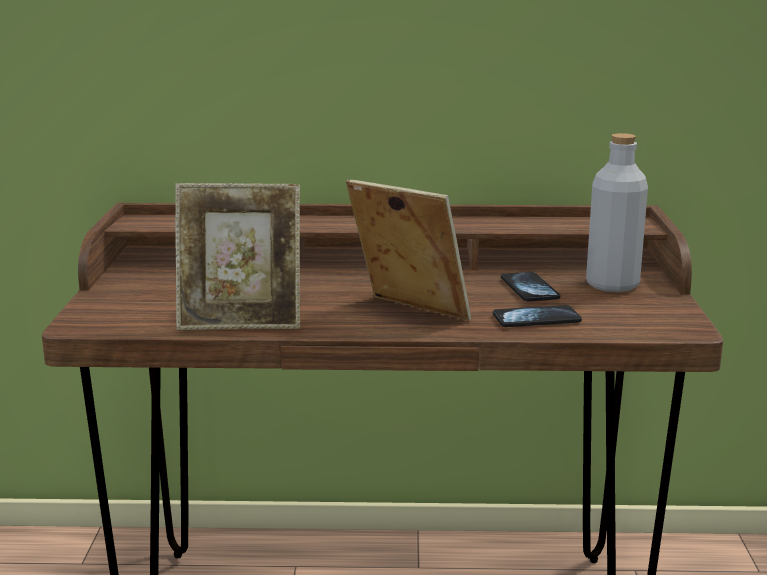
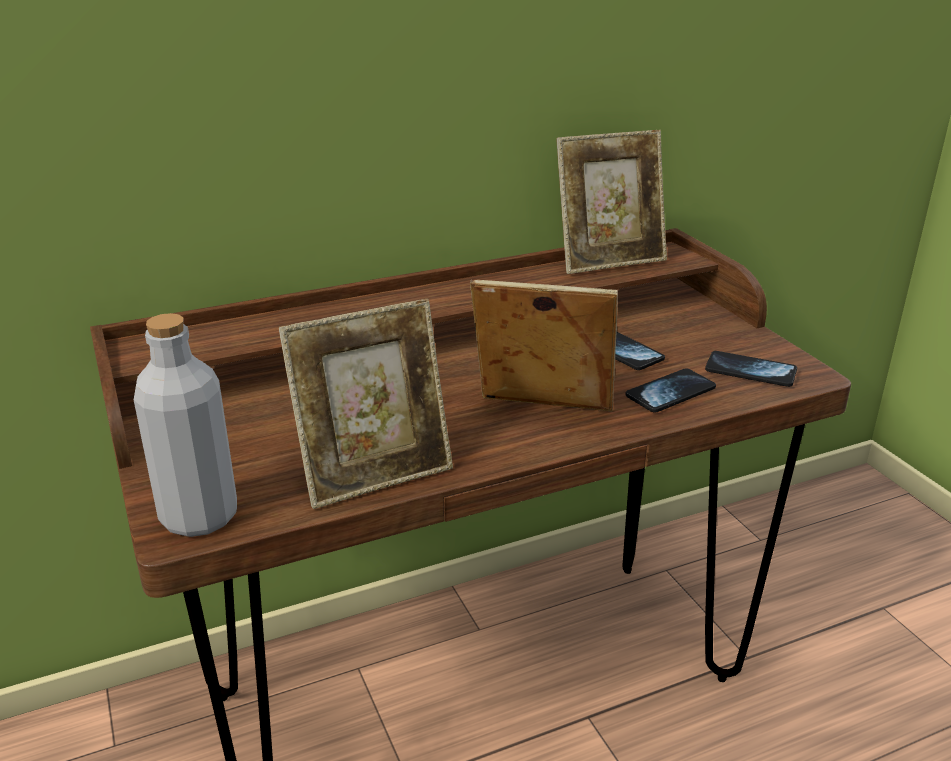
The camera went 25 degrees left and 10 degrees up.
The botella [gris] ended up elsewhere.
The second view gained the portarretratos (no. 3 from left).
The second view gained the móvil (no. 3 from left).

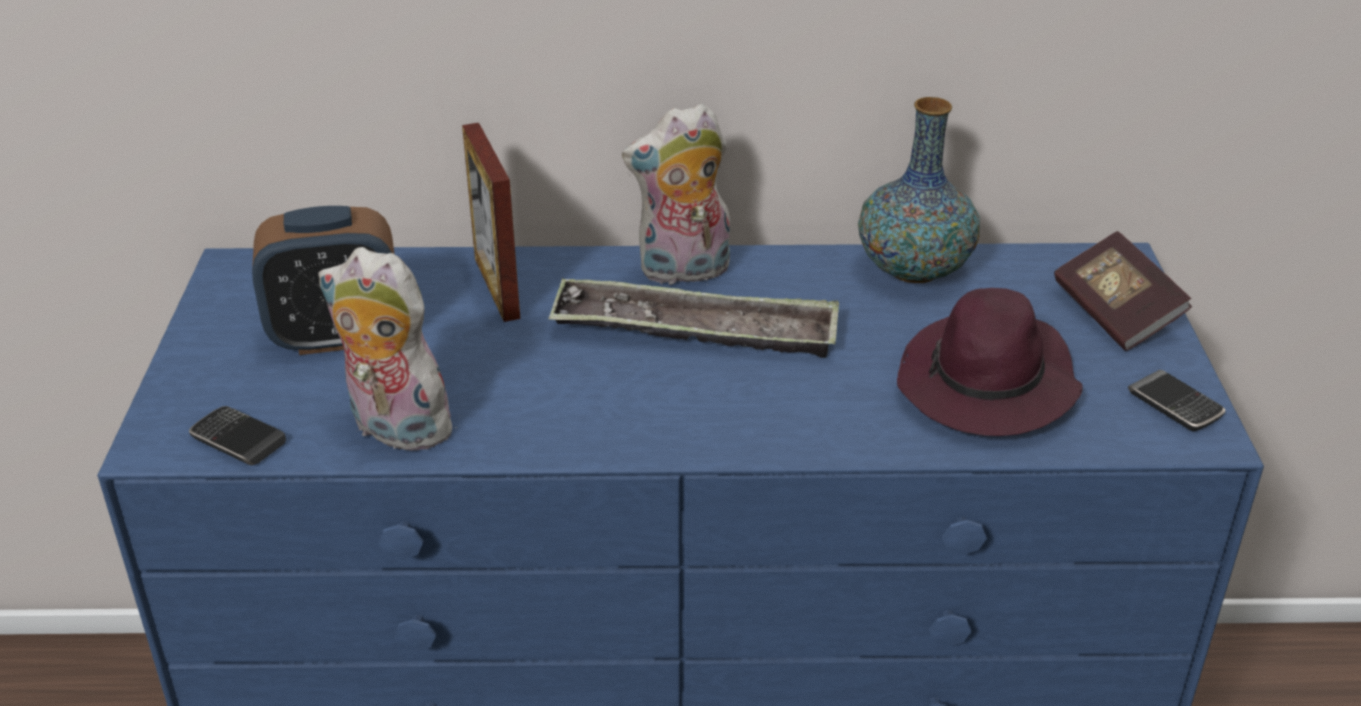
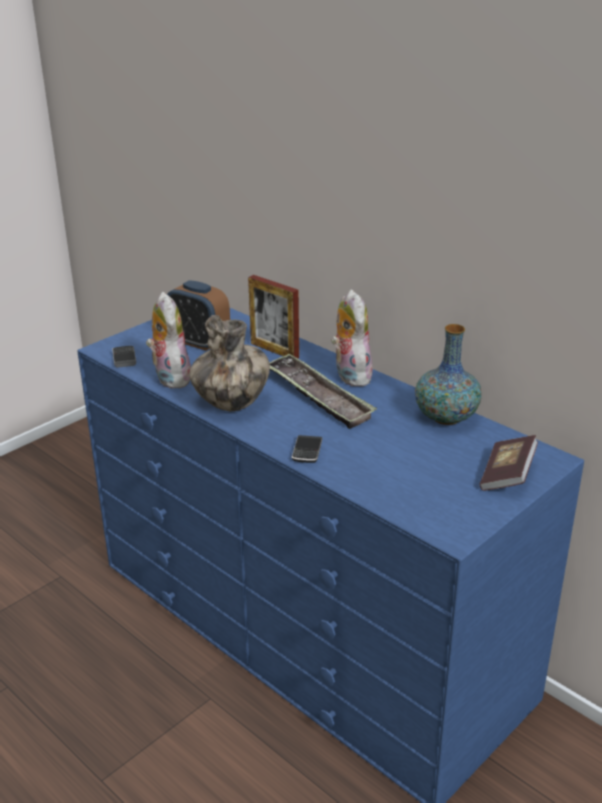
The camera went 45 degrees right and 5 degrees down.
The peluche (no. 2 from left) ended up facing another way, 45 degrees clockwise from before.
The portarretratos ended up facing another way, 75 degrees counterclockwise from before.
The second view lost the sombrero [morado].
The móvil (no. 2 from left) ended up elsewhere.
The second view gained the florero (no. 1 from left).

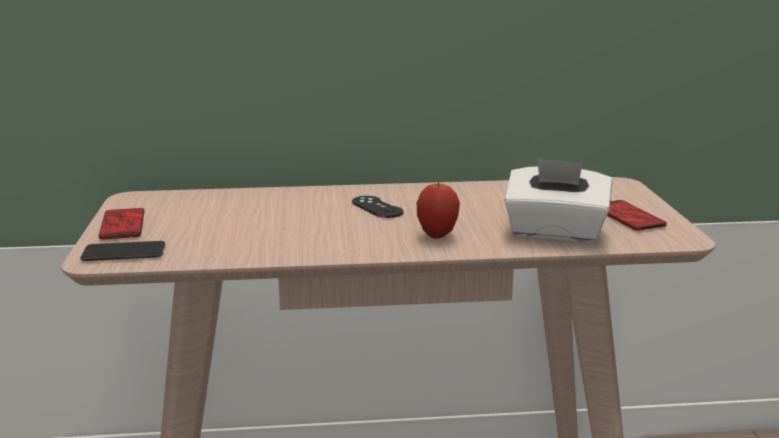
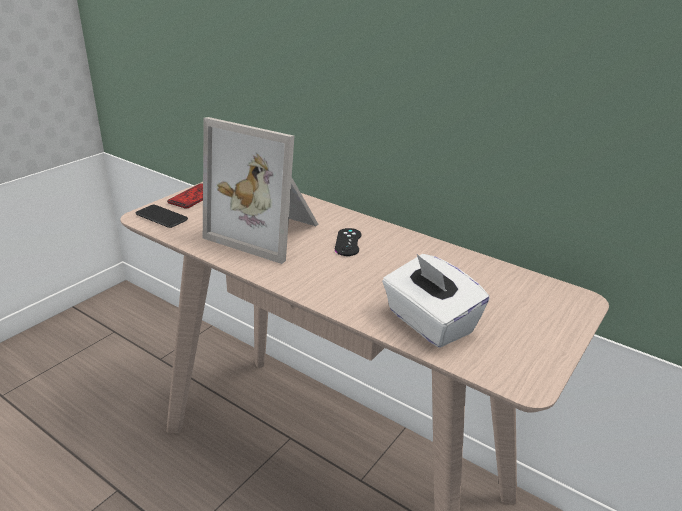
The camera went 40 degrees right and 10 degrees up.
The second view lost the manzana.
The second view lost the móvil (no. 3 from left).
The second view gained the portarretratos.

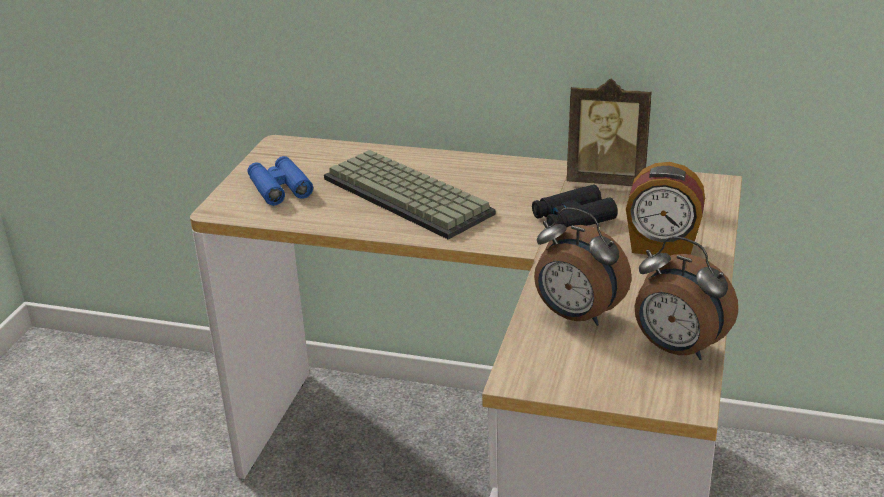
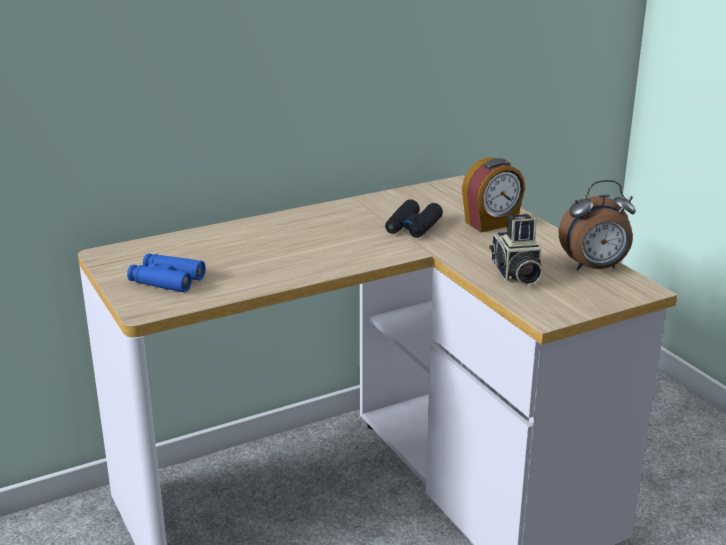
The camera went 45 degrees left and 5 degrees down.
The second view lost the portarretratos.
The second view lost the teclado.
Where the despertador (no. 1 from left) stood, the cámara came to stand.

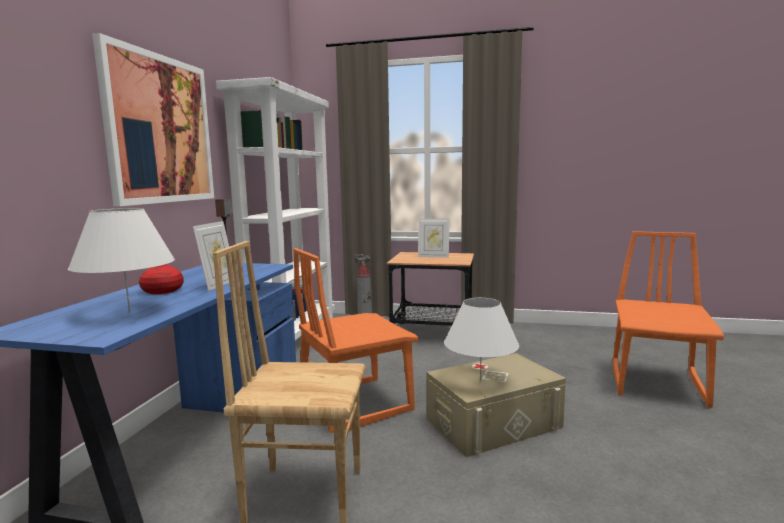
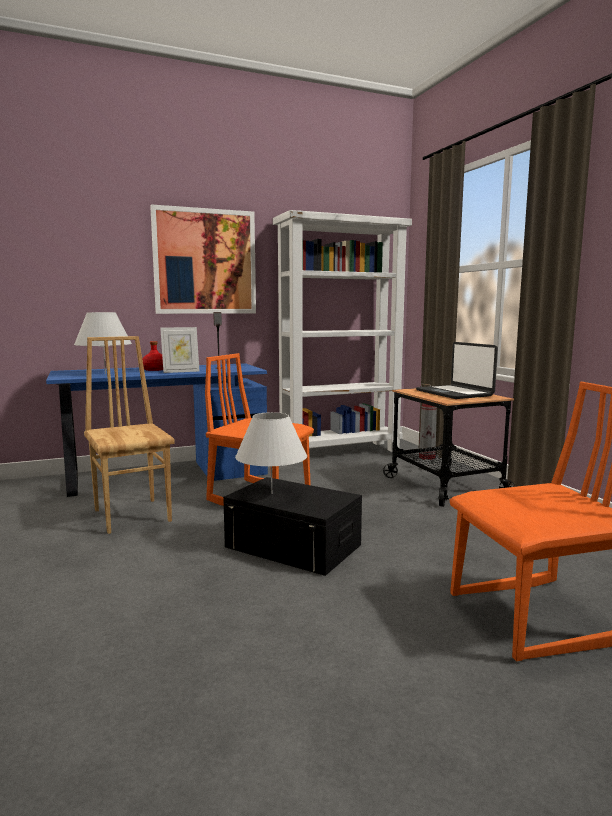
The camera went 55 degrees right and 0 degrees up.
Where the portarretratos (no. 2 from left) stood, the portátil came to stand.
What was the caja de almacenaje [beis] turned into the caja de almacenaje [negro].

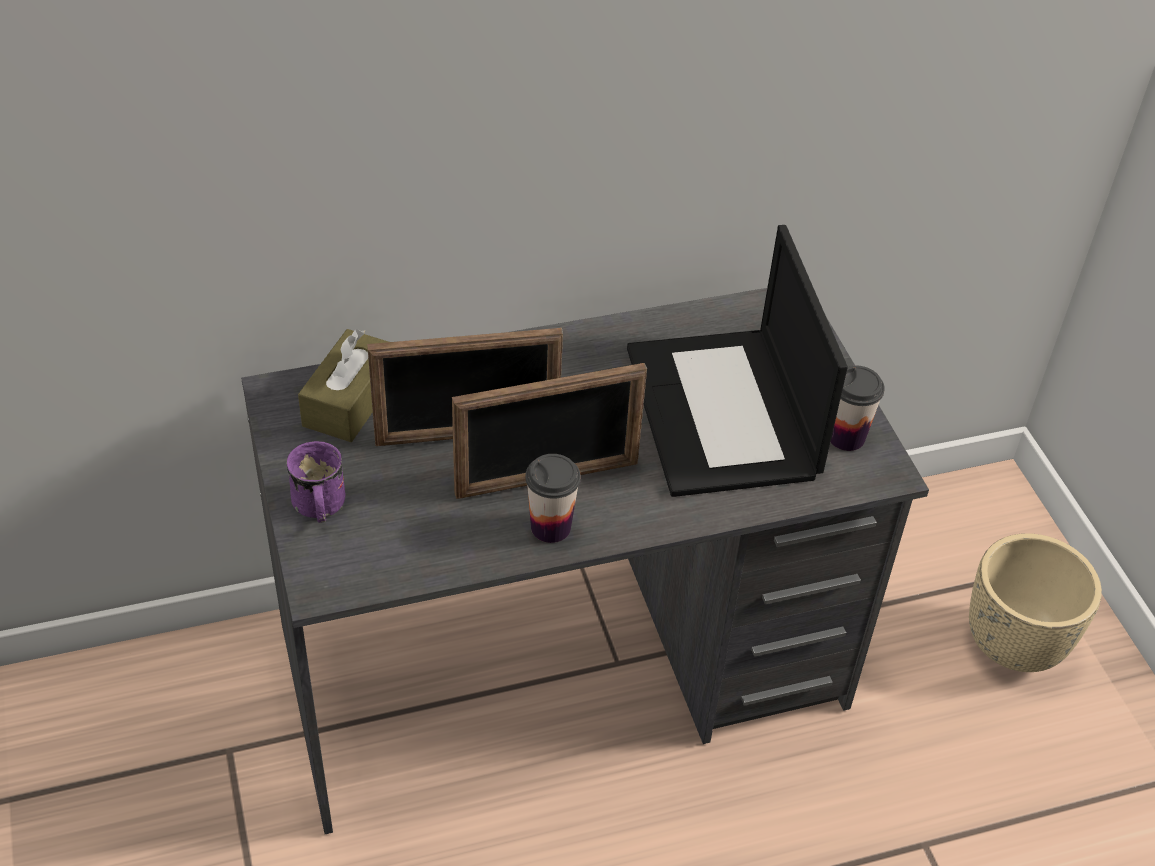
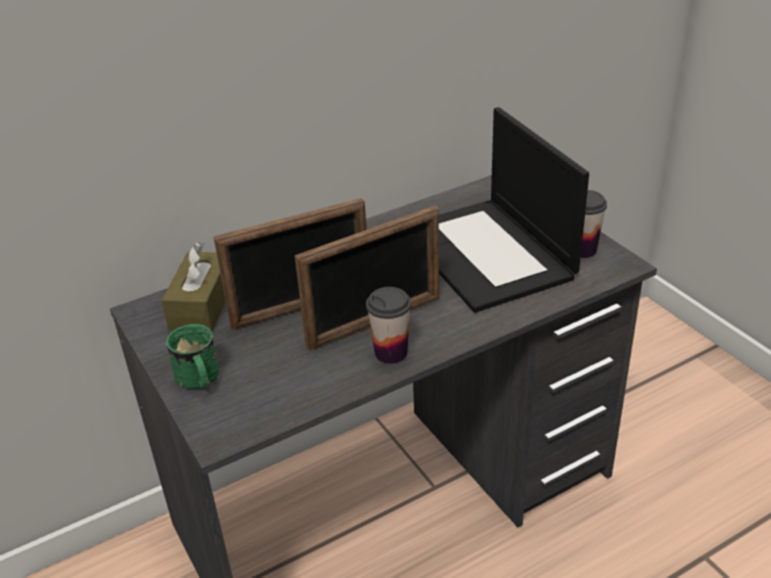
The camera went 10 degrees left and 10 degrees down.
What was the taza grande [morado] turned into the taza grande [verde].
The second view lost the maceta [beis].

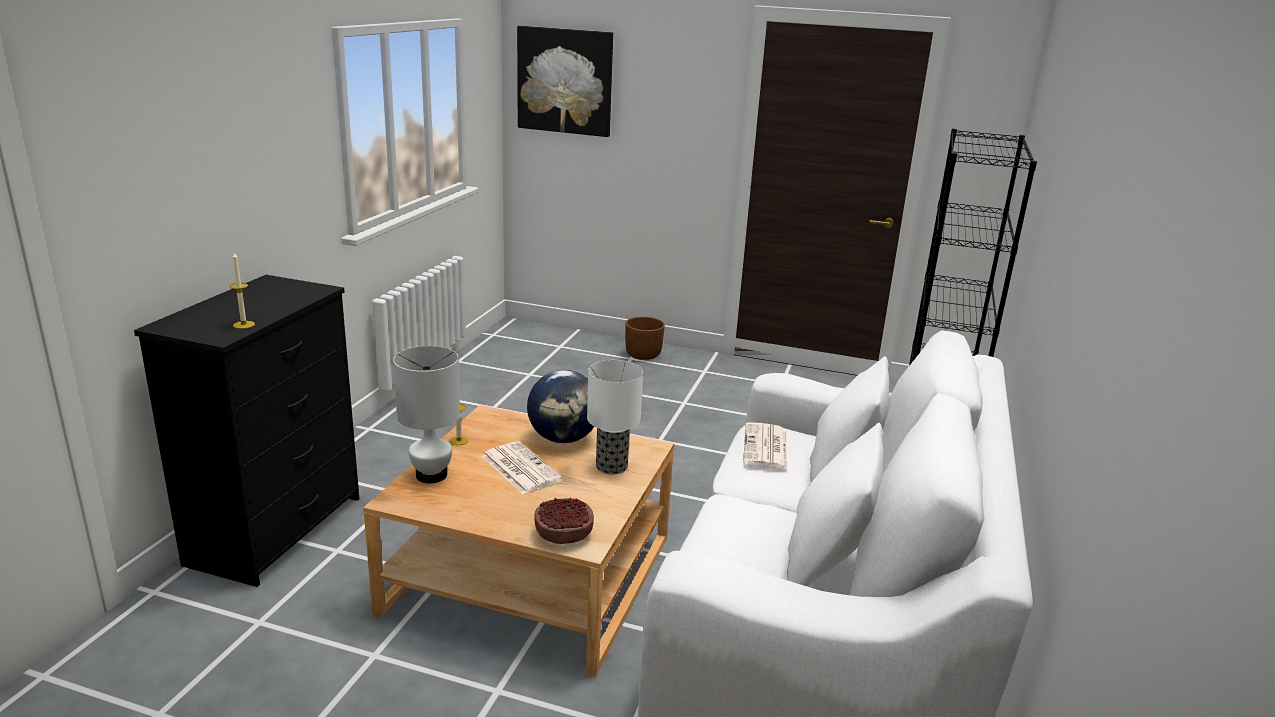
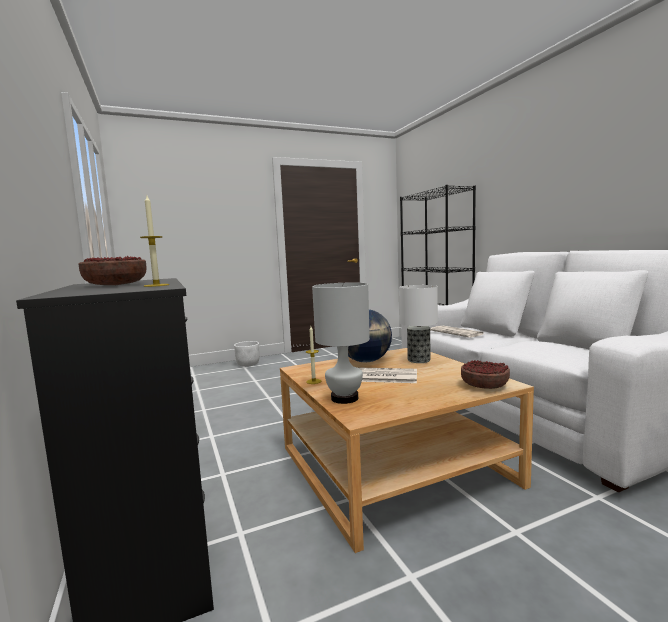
The camera went 40 degrees left and 15 degrees down.
The second view lost the cuadro.
What was the maceta [marrón] turned into the maceta [blanco].
The second view gained the cuenco (no. 1 from left).

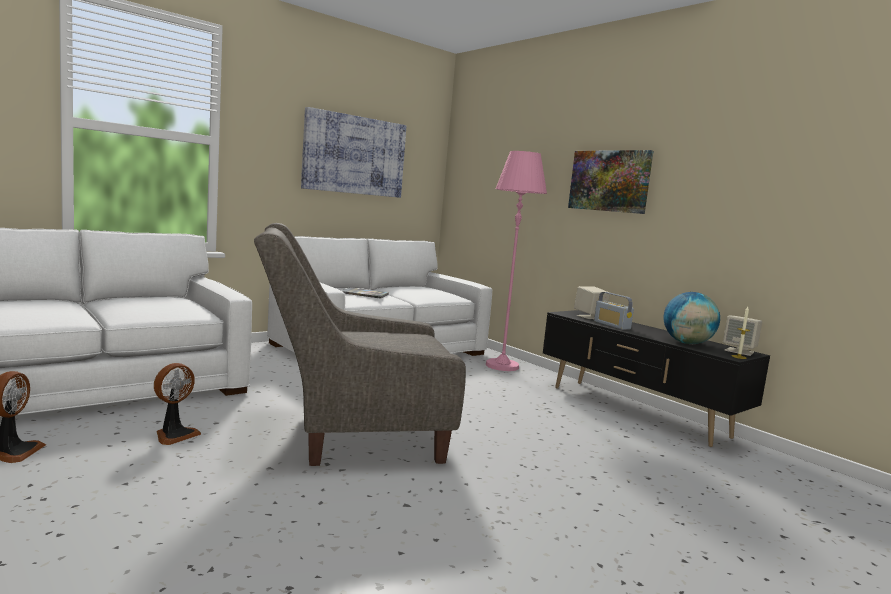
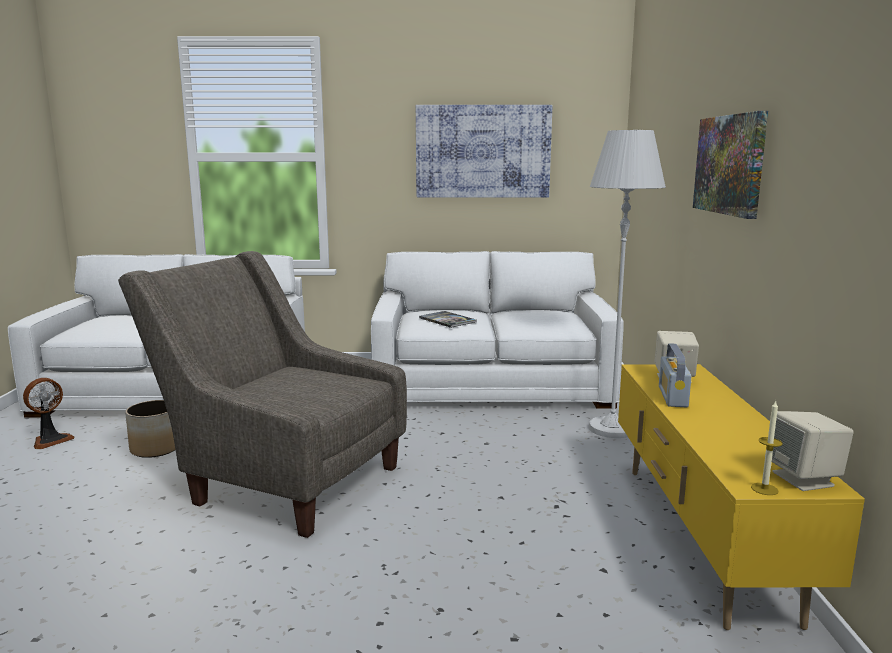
The camera went 40 degrees right and 5 degrees up.
What was the lámpara de pie [rosa] turned into the lámpara de pie [blanco].
The second view lost the globo terráqueo.
What was the mueble de televisión [negro] turned into the mueble de televisión [amarillo].
Where the ventilador (no. 2 from left) stood, the maceta came to stand.

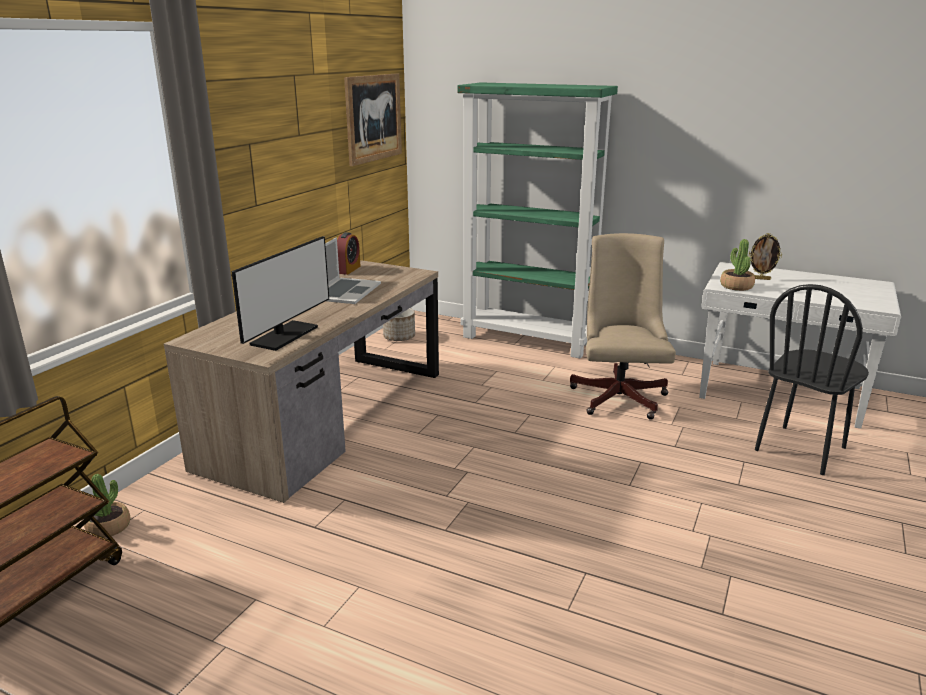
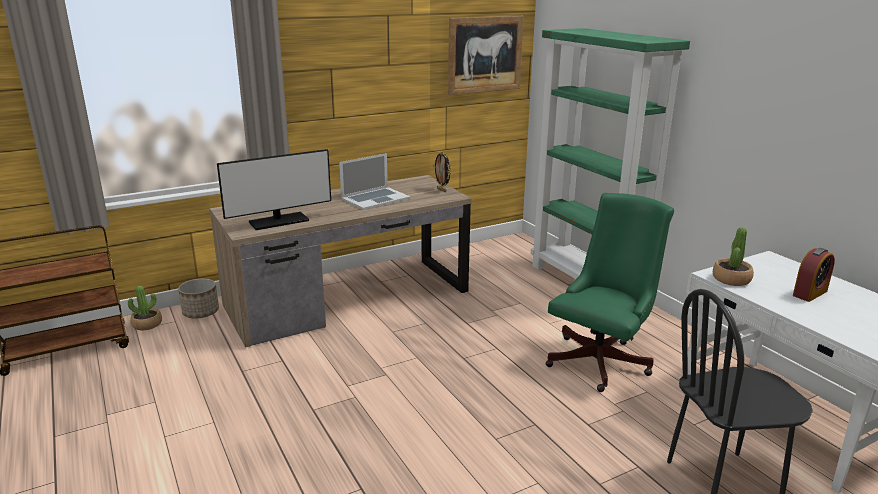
The camera went 35 degrees right and 0 degrees up.
The despertador ended up elsewhere.
What was the silla de oficina [beis] turned into the silla de oficina [verde].
The portarretratos ended up elsewhere.
The maceta ended up elsewhere.

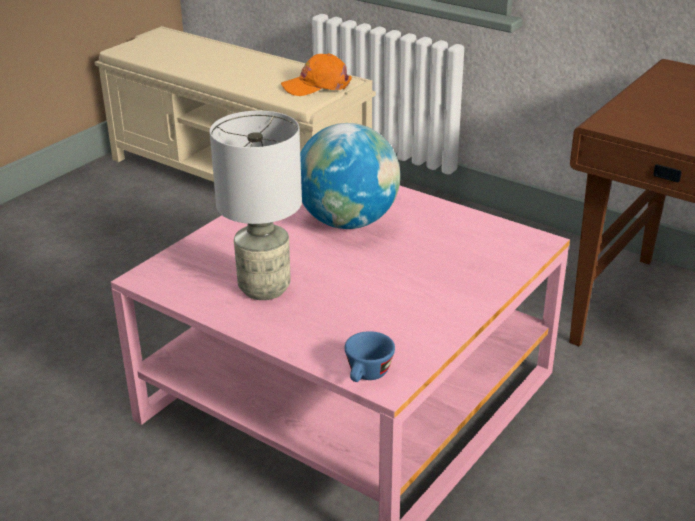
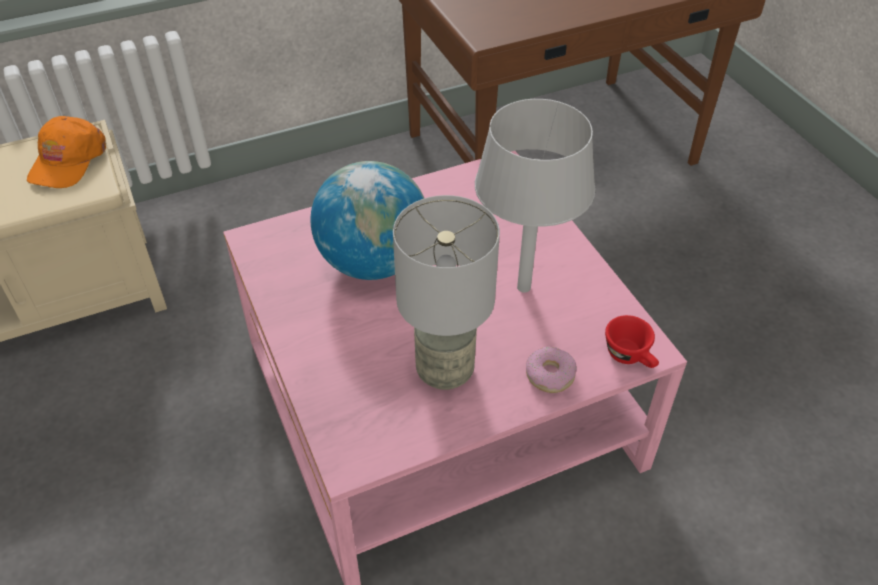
The camera went 60 degrees left and 15 degrees up.
What was the taza [azul] turned into the taza [rojo].
The second view gained the lámpara de mesa [gris] (no. 2 from left).
The second view gained the rosquilla.

